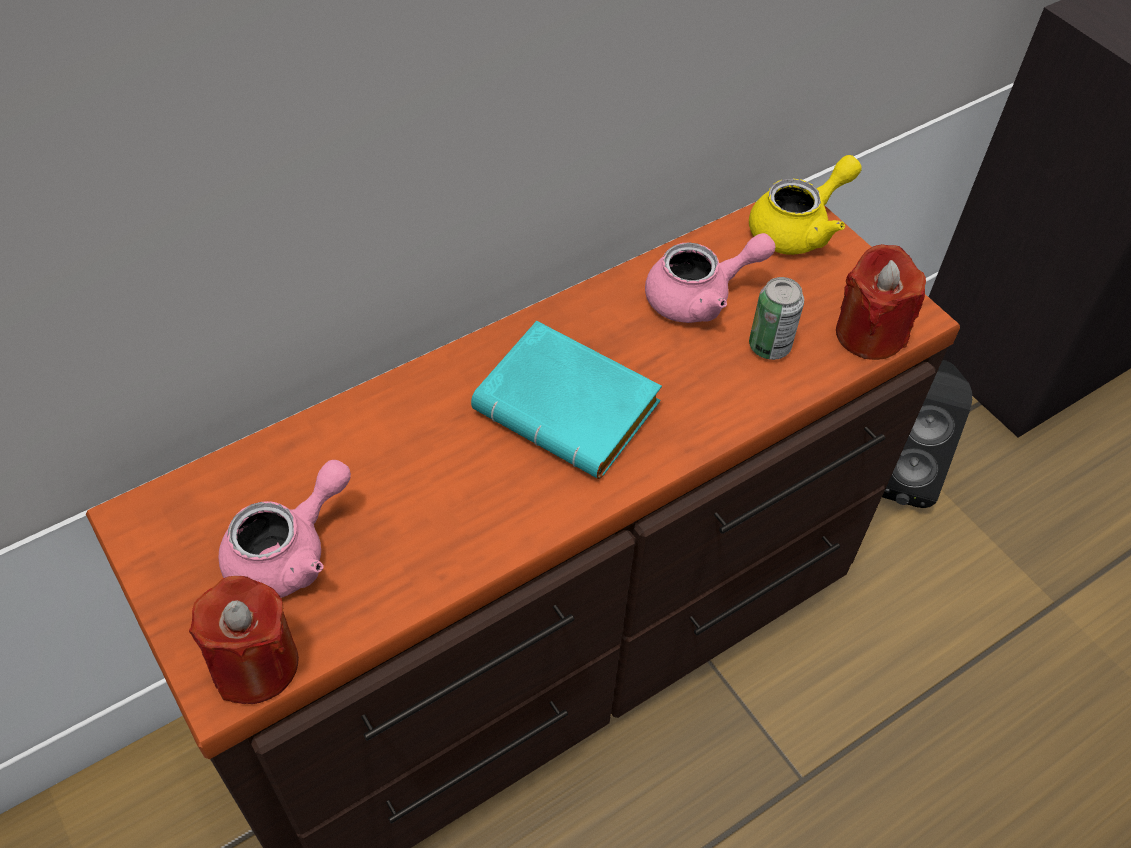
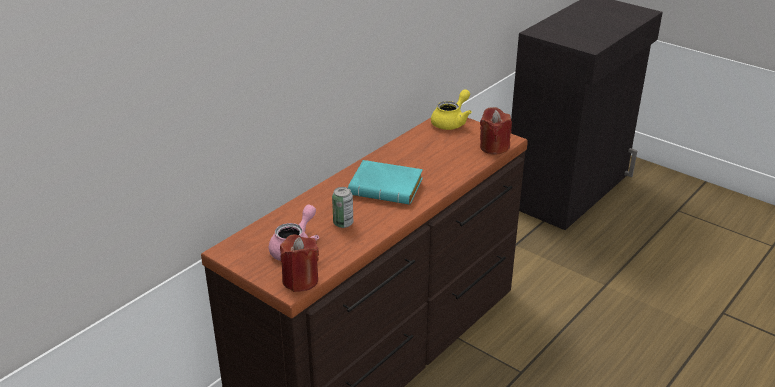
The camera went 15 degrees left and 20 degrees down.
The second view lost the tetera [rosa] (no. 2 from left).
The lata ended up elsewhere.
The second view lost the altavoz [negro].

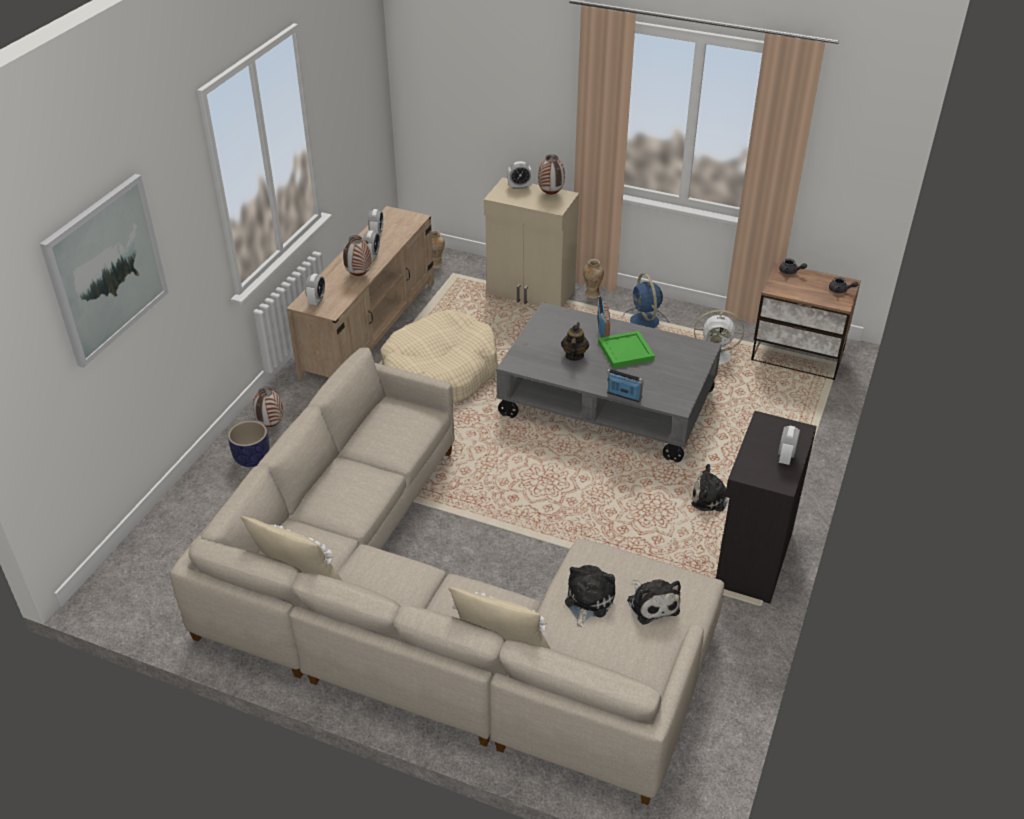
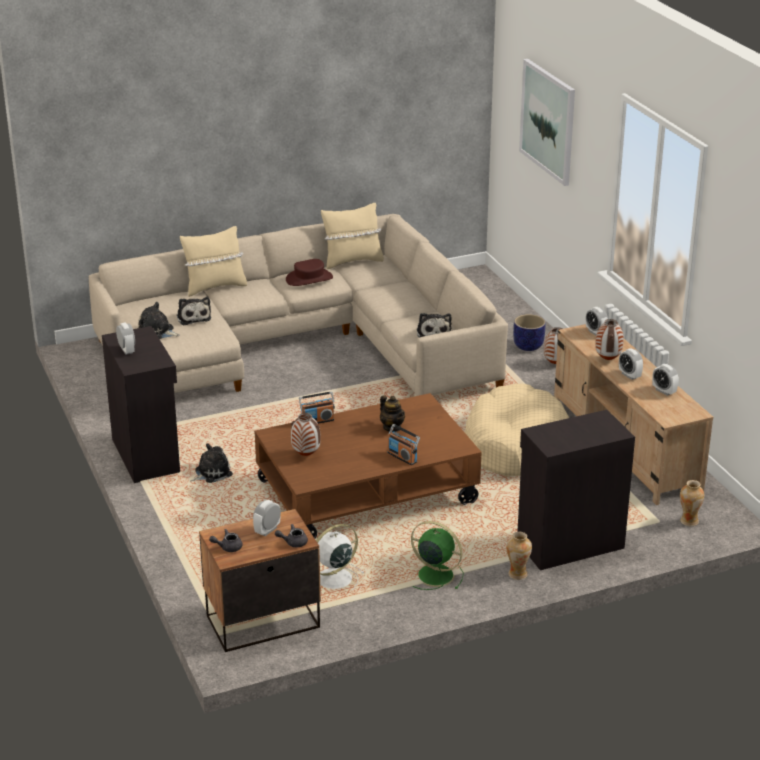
The camera went 135 degrees right and 10 degrees down.
The florero (no. 4 from left in the first image) ended up elsewhere.
The despertador (no. 4 from left in the first image) ended up elsewhere.
What was the armario [beis] turned into the armario [negro] (no. 2 from left).
What was the ventilador [azul] turned into the ventilador [verde].
What was the mesa de centro [gris] turned into the mesa de centro [marrón].
The second view lost the bandeja [verde].
The second view gained the sombrero [marrón].
The second view gained the peluche (no. 4 from left).

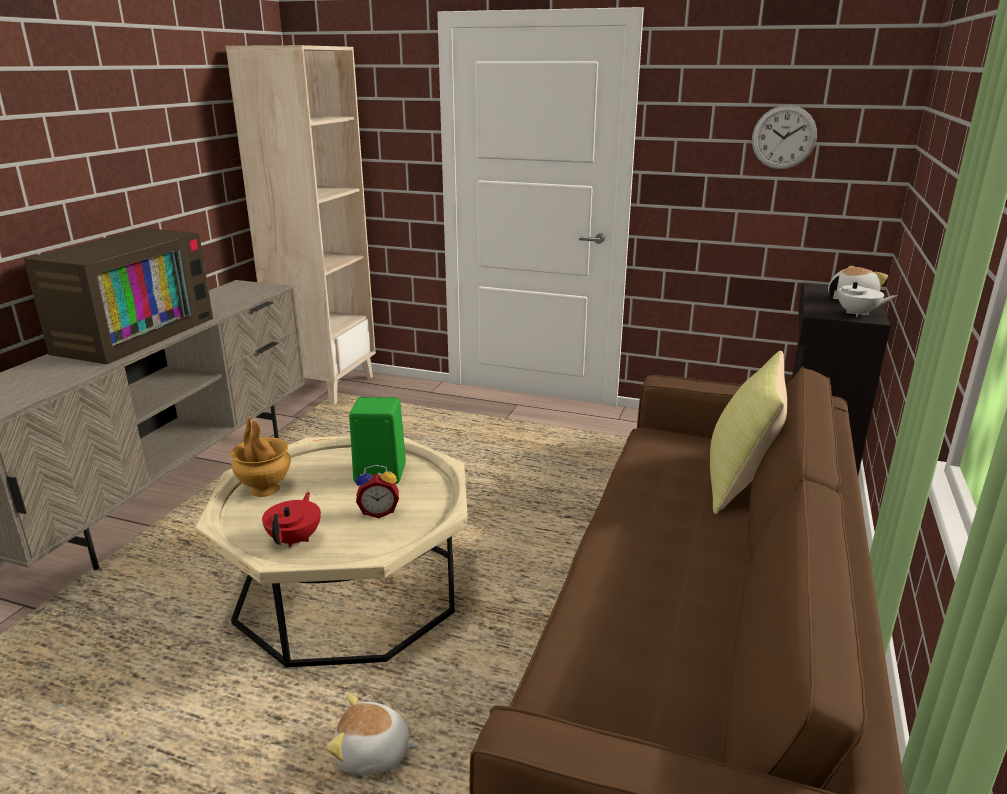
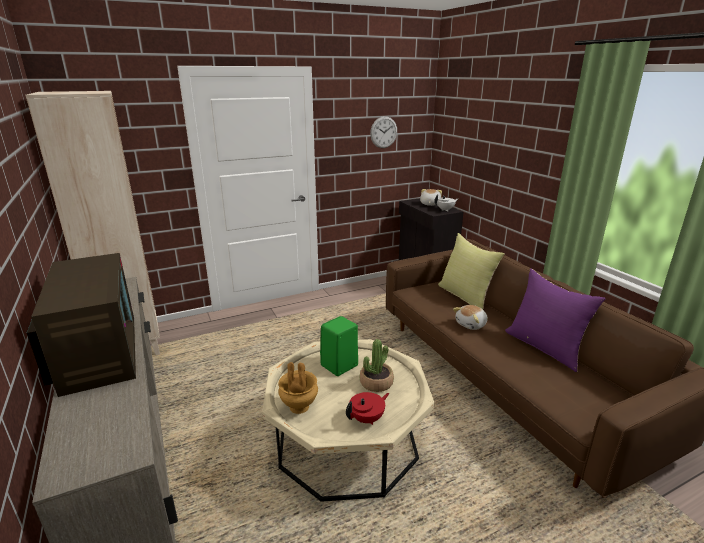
The camera went 45 degrees left and 0 degrees up.
Where the despertador stood, the planta en maceta came to stand.
The tetera [rojo] ended up facing another way, 90 degrees clockwise from before.
The peluche (no. 1 from left in the first image) ended up elsewhere.
The second view gained the cojín [morado].

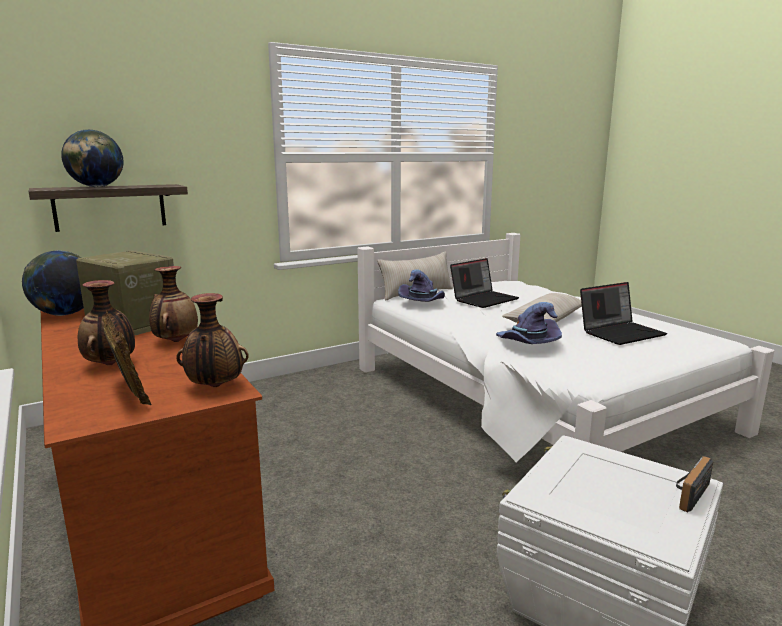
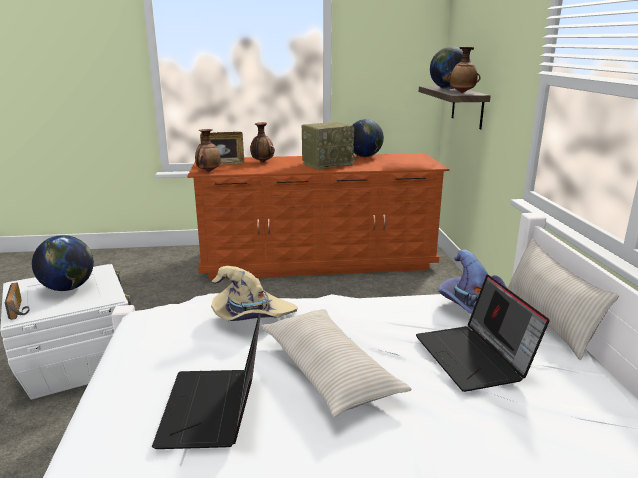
The camera went 115 degrees right and 5 degrees up.
The florero (no. 2 from left in the first image) ended up elsewhere.
What was the sombrero [morado] (no. 2 from left) turned into the sombrero [beis].
The second view gained the globo terráqueo (no. 1 from left).

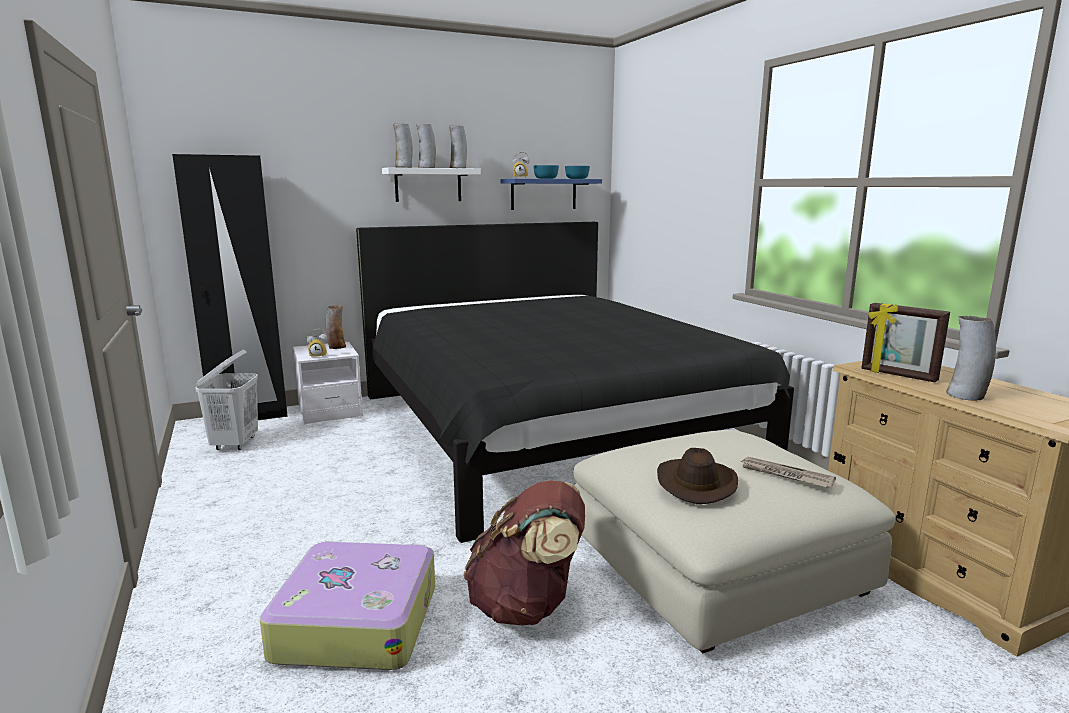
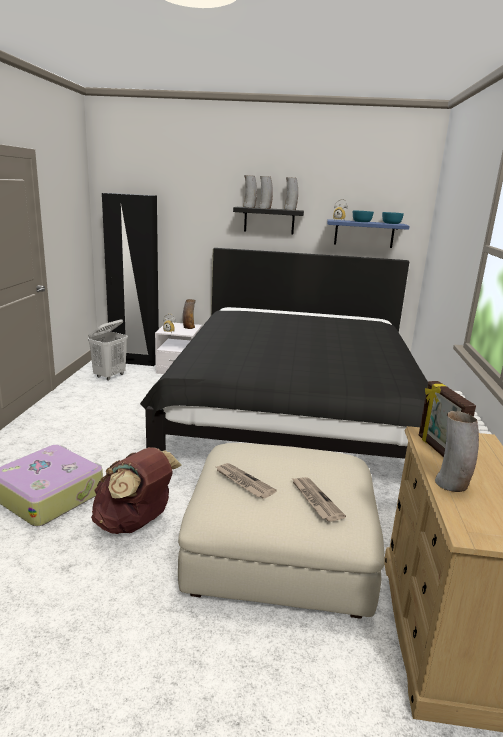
The camera went 30 degrees right and 5 degrees up.
What was the estante [blanco] turned into the estante [negro].
Where the sombrero [marrón] stood, the periódico (no. 1 from left) came to stand.

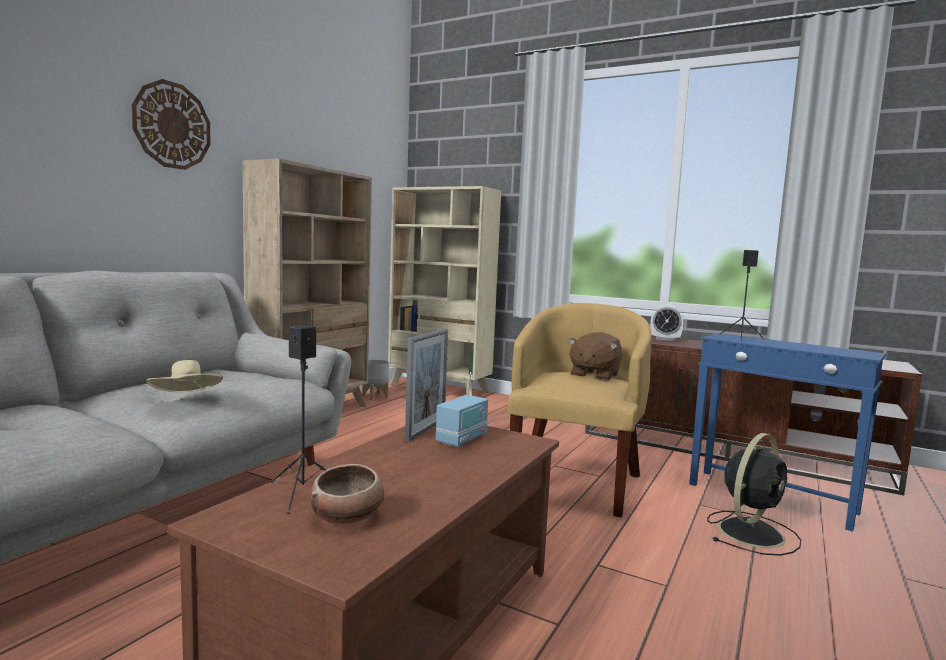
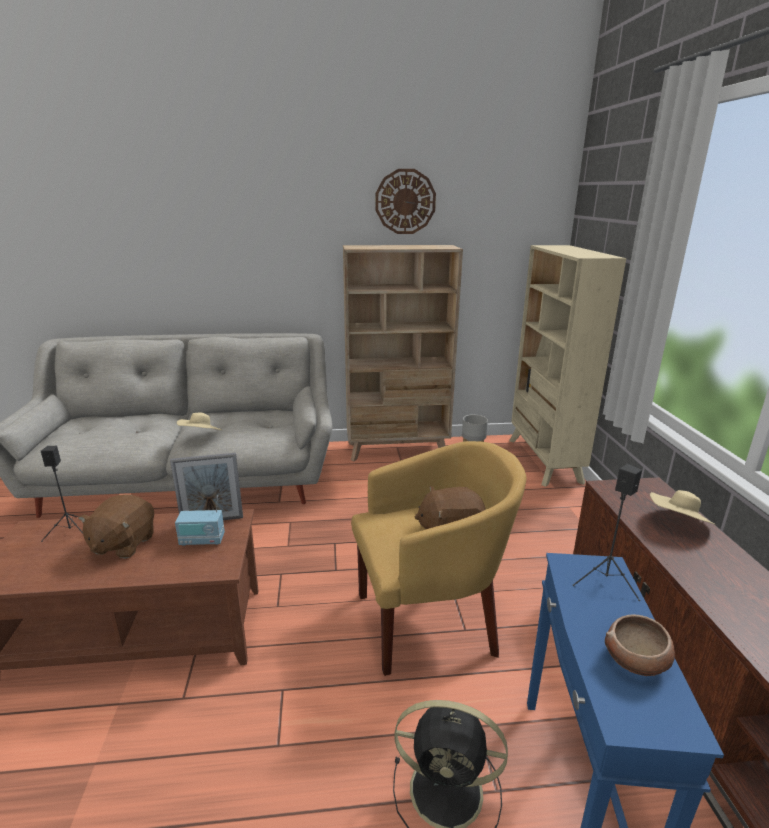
The camera went 55 degrees right and 15 degrees up.
The reloj de pared ended up elsewhere.
Where the despertador stood, the sombrero [beis] (no. 2 from left) came to stand.
The cuenco ended up elsewhere.
The second view gained the peluche [marrón] (no. 1 from left).

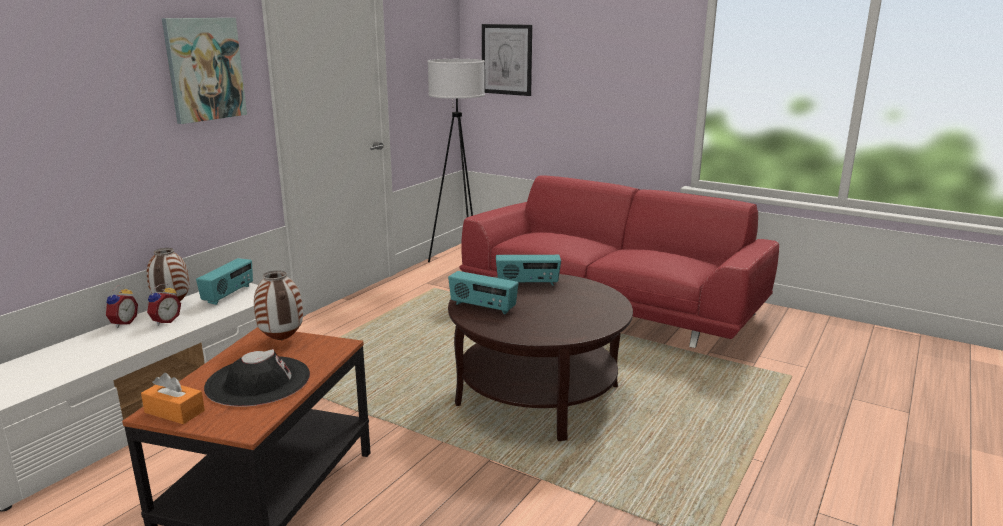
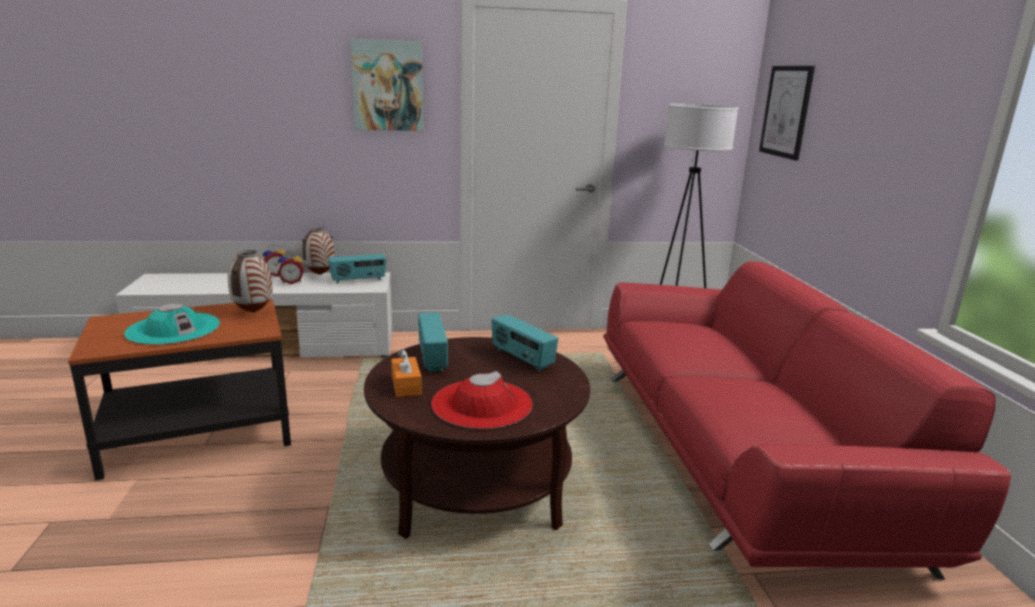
The camera went 50 degrees right and 0 degrees up.
What was the sombrero [negro] turned into the sombrero [turquesa].
The caja de pañuelos [naranja] ended up elsewhere.
The second view gained the sombrero [rojo].

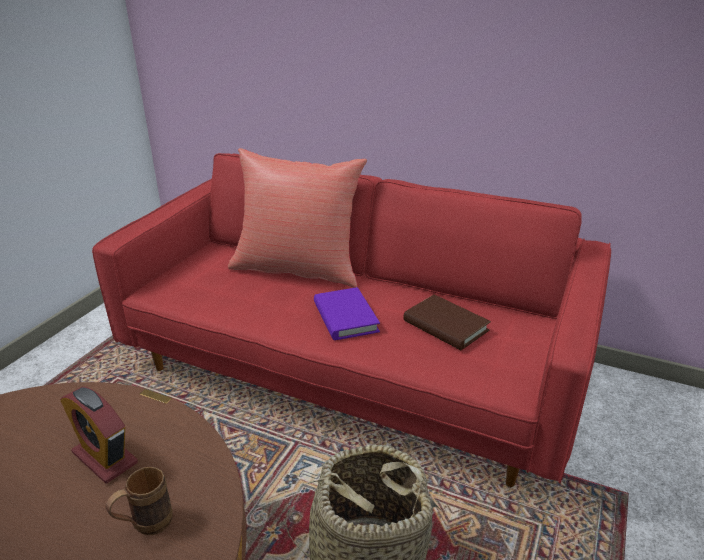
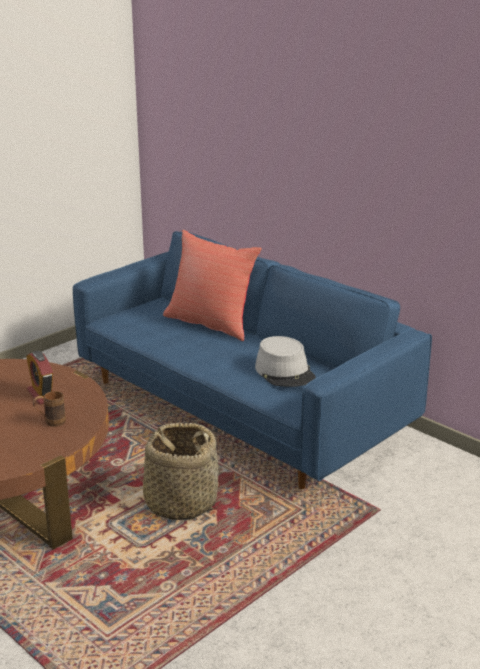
The camera went 20 degrees right and 5 degrees down.
What was the sofá [rojo] turned into the sofá [azul].
The second view lost the libro [morado].
Where the libro [marrón] stood, the sombrero [gris] came to stand.

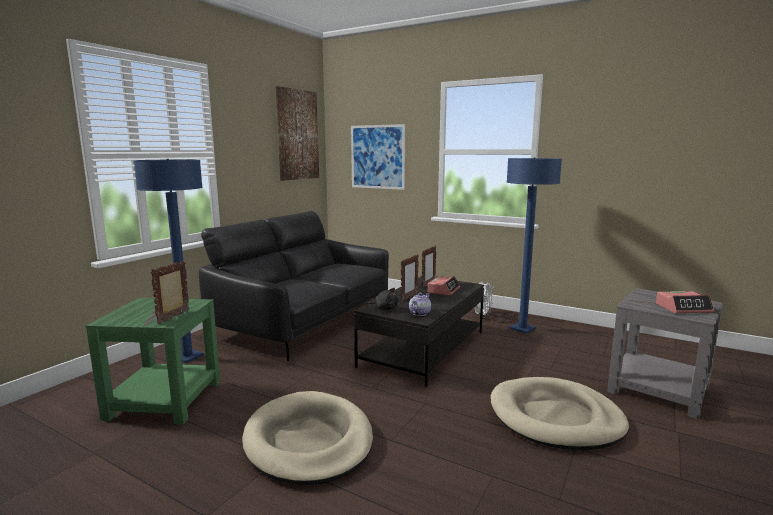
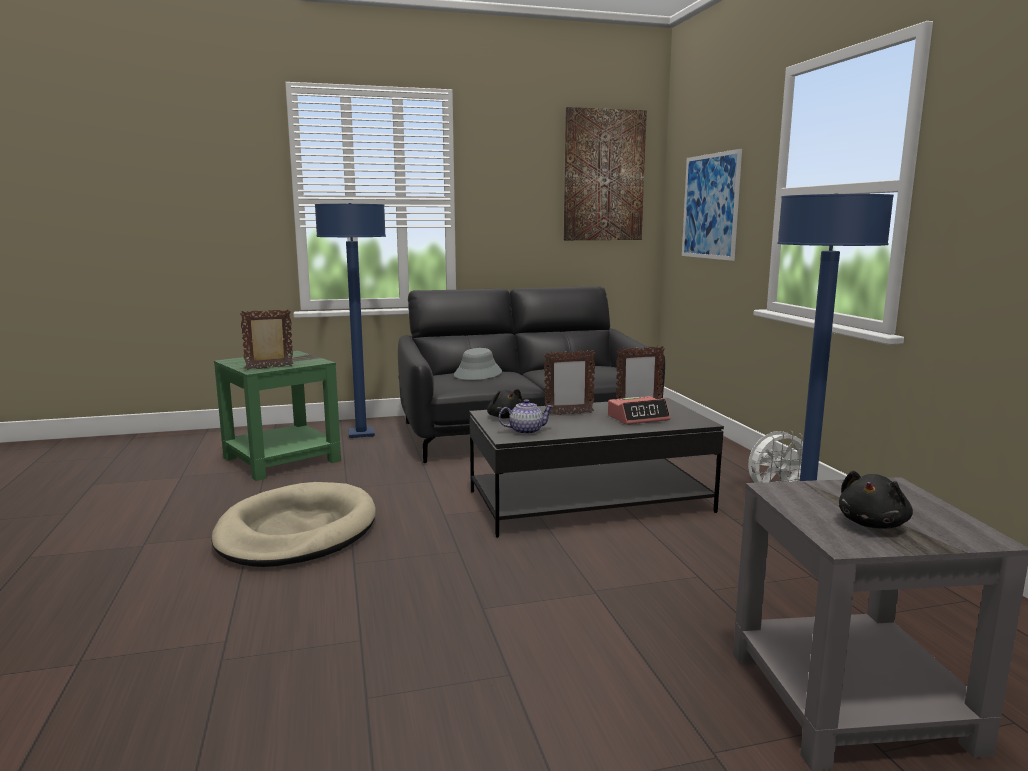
The camera went 45 degrees right and 0 degrees up.
Where the despertador (no. 2 from left) stood, the peluche [negro] (no. 2 from left) came to stand.
The second view lost the cama para perro [beis] (no. 2 from left).
The second view gained the sombrero [gris].

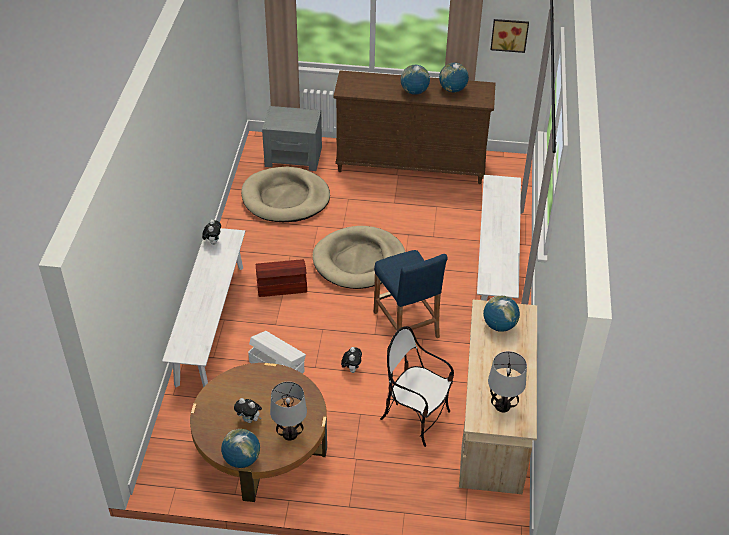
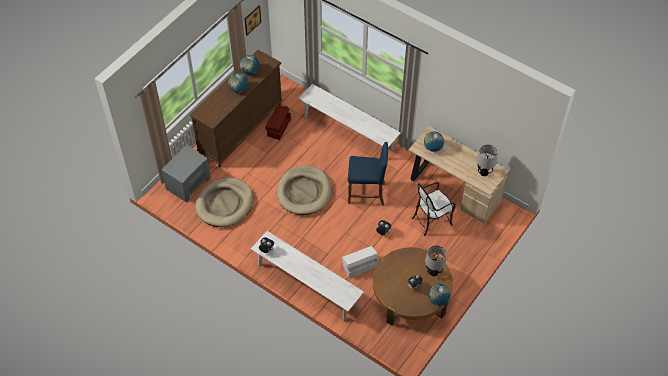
The camera went 60 degrees left and 10 degrees up.
The caja de almacenaje [marrón] ended up elsewhere.

